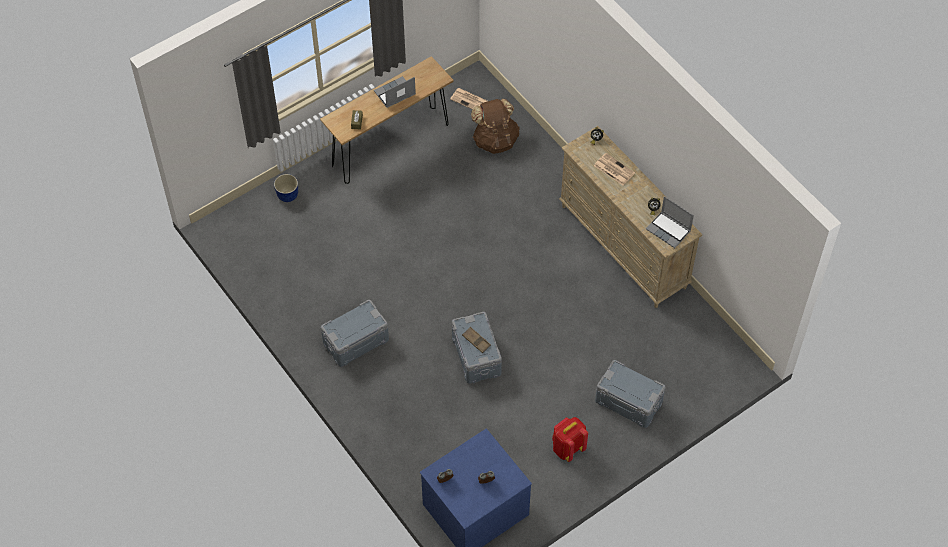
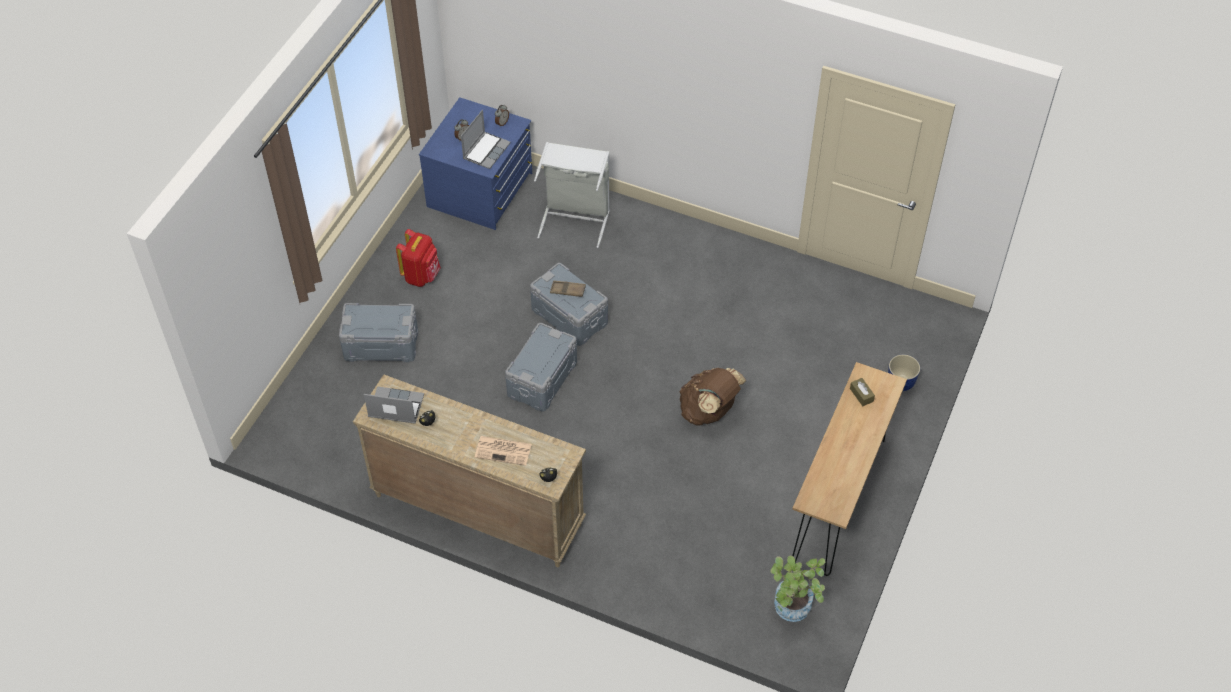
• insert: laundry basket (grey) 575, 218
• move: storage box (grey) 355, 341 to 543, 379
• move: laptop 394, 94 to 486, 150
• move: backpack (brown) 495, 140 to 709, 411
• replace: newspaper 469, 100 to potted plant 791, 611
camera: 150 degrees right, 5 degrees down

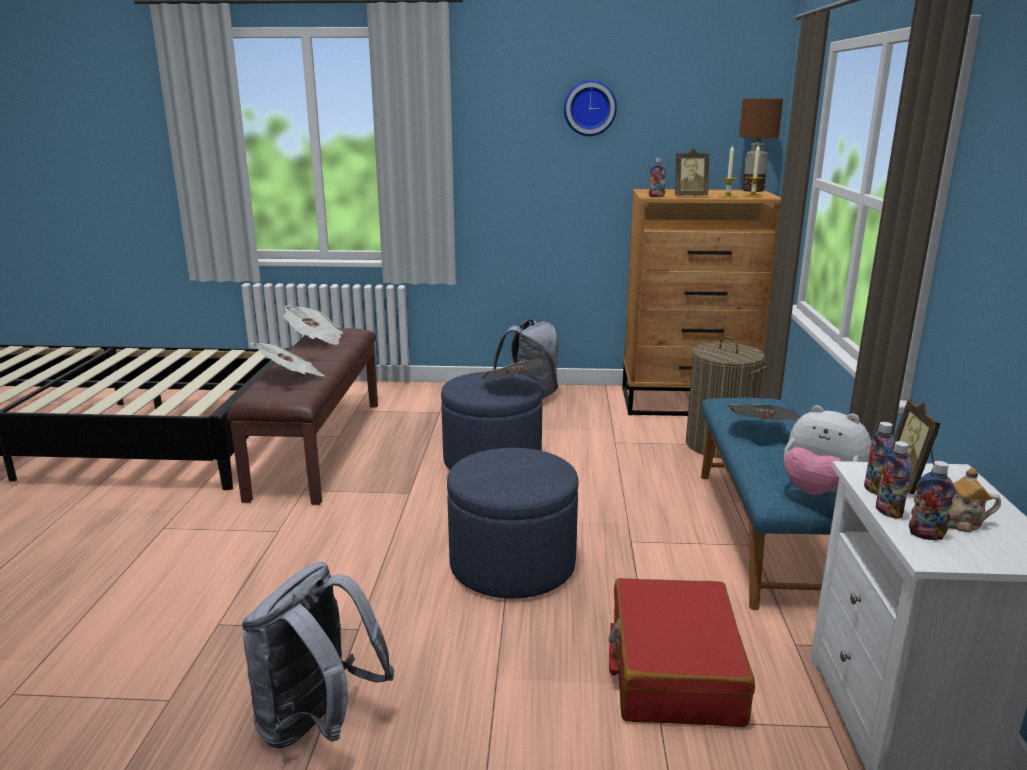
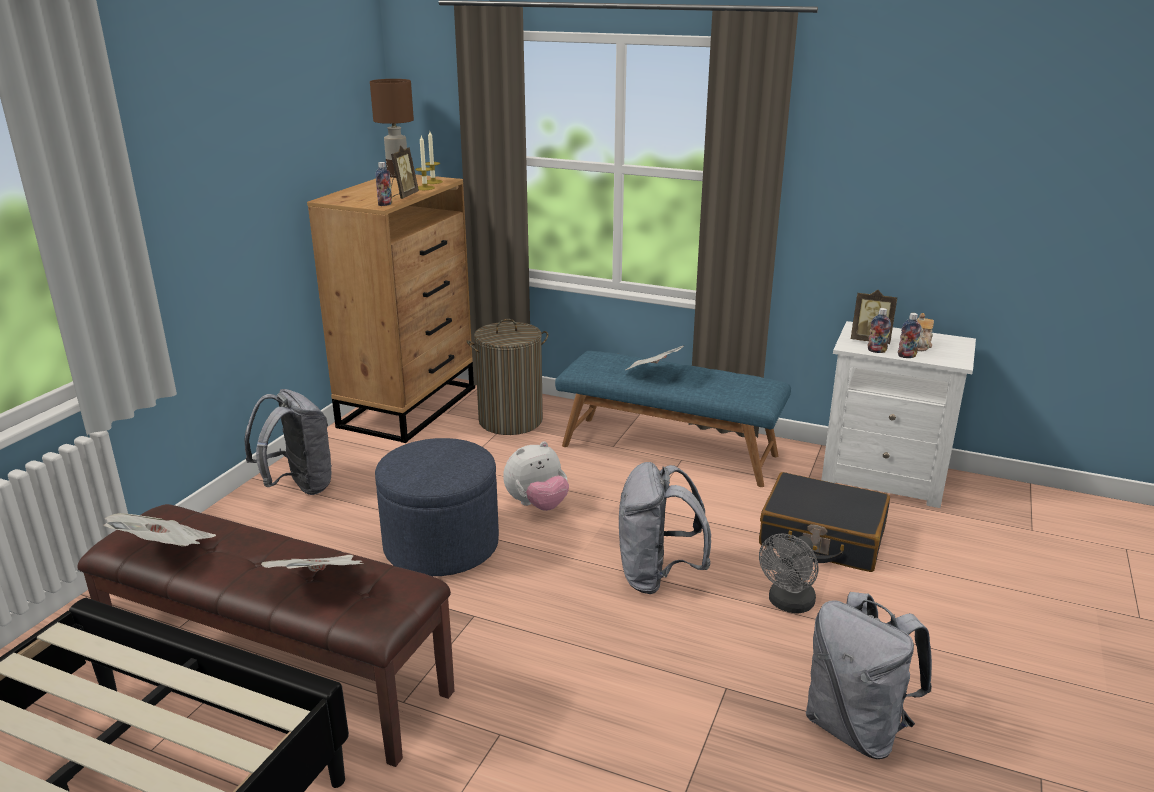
• delete: newspaper 511, 386
• delete: wall clock 590, 108
• delete: bottle 926, 535
• insert: fan (grey) 788, 604
• move: plush toy 819, 491 to 537, 505
• replace: ottoman (blue) 512, 565 to backpack (grey) 657, 576
• recolor: suitcase (red) 673, 669 to suitcase (black) 822, 537
camera: 70 degrees left, 5 degrees up

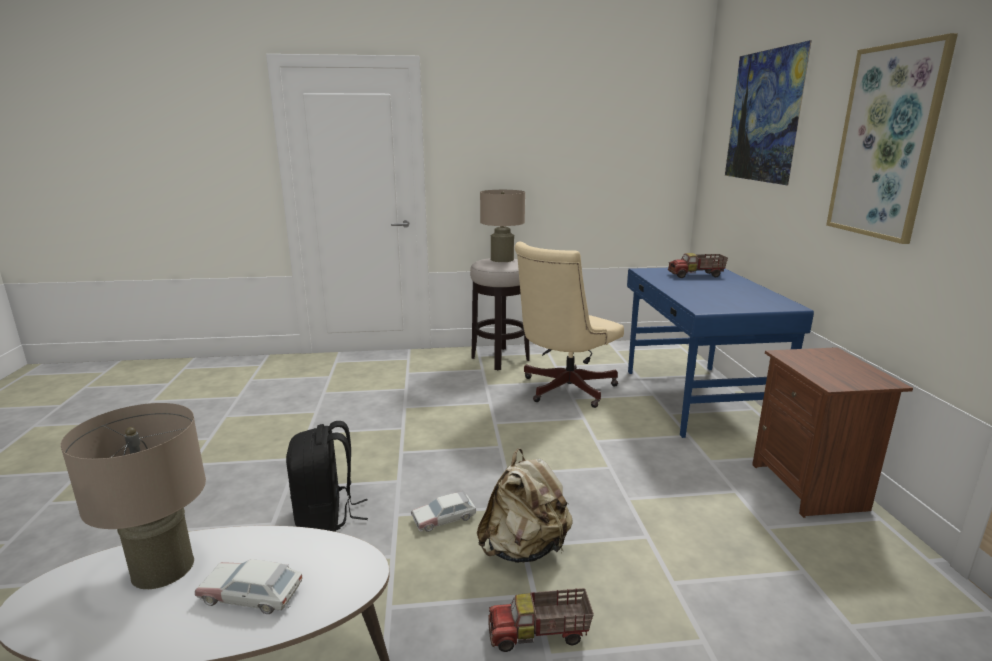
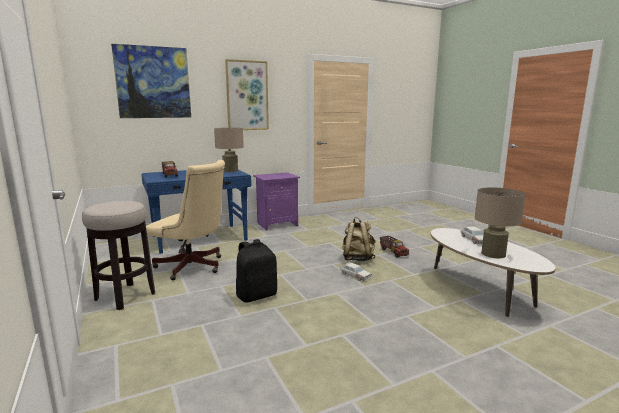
• move: backpack (black) 327, 517 to 256, 295
• move: table lamp (beige) 502, 259 to 230, 171
• recolor: nightstand (brown) 810, 487 to nightstand (purple) 276, 224
camera: 110 degrees left, 5 degrees down

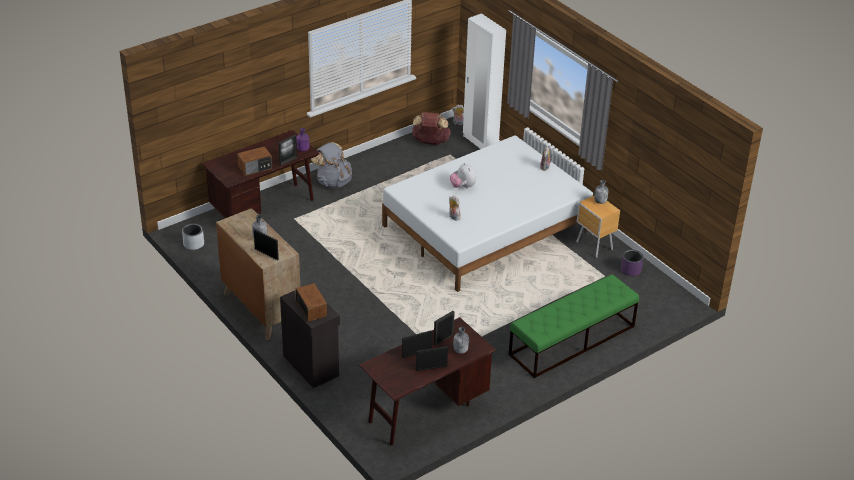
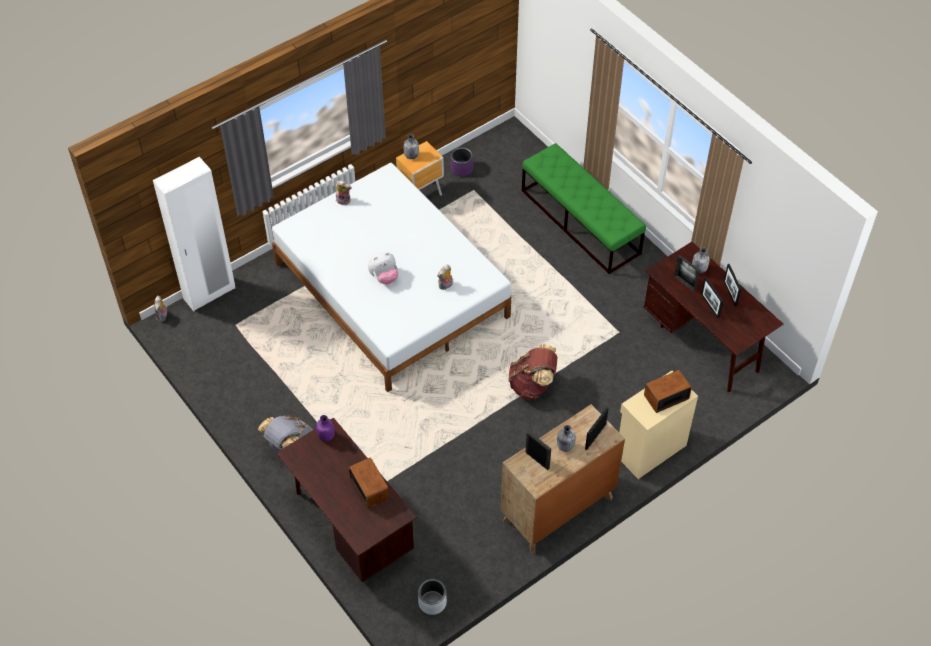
• move: picture frame 288, 161 to 537, 460
• move: backpack (brown) 430, 142 to 532, 385
• recolor: cabinet (black) 311, 365 to cabinet (beige) 649, 449
camera: 90 degrees left, 15 degrees up

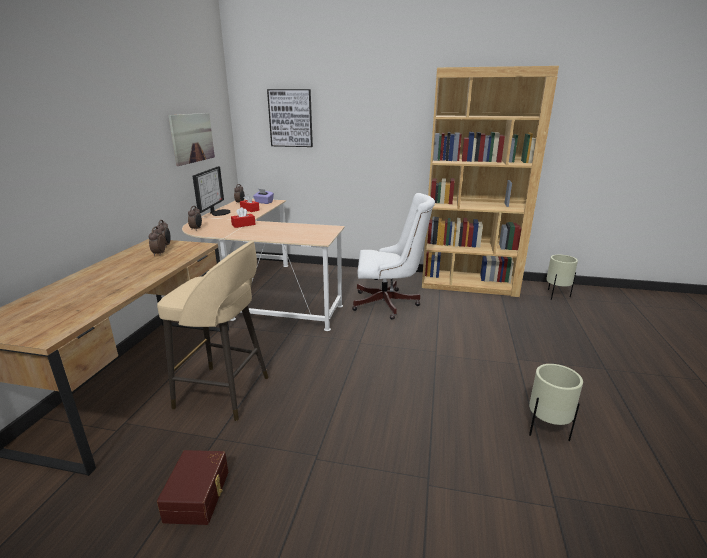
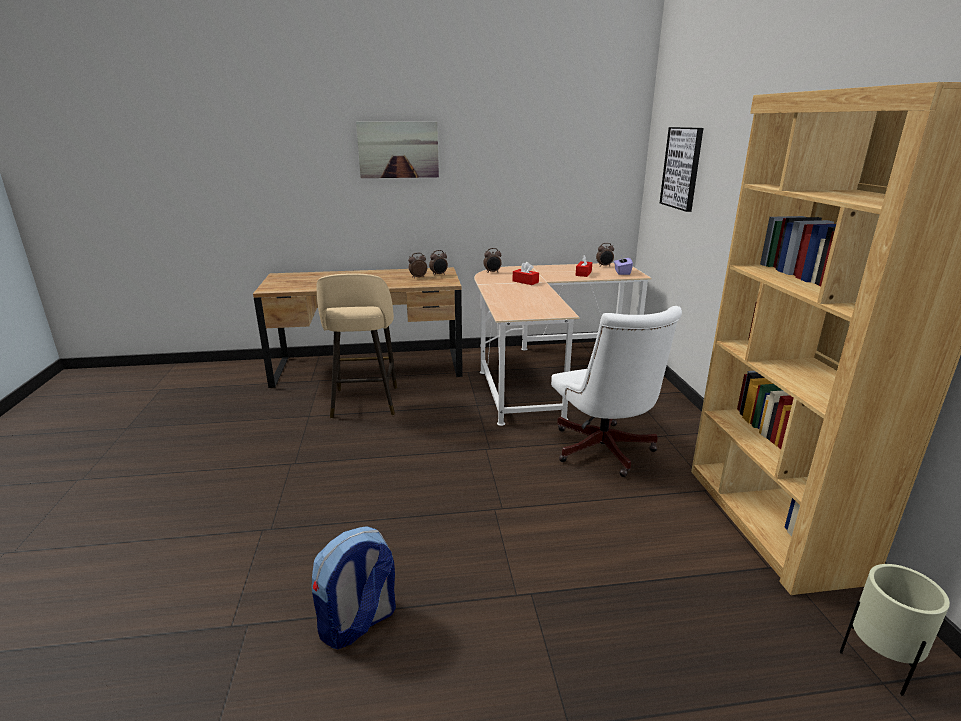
• delete: storage box (brown) 199, 495
• delete: monitor 218, 212
• move: picture 192, 138 to 398, 150
• replace: planter (beige) 546, 431 to backpack 358, 623
camera: 70 degrees right, 0 degrees up

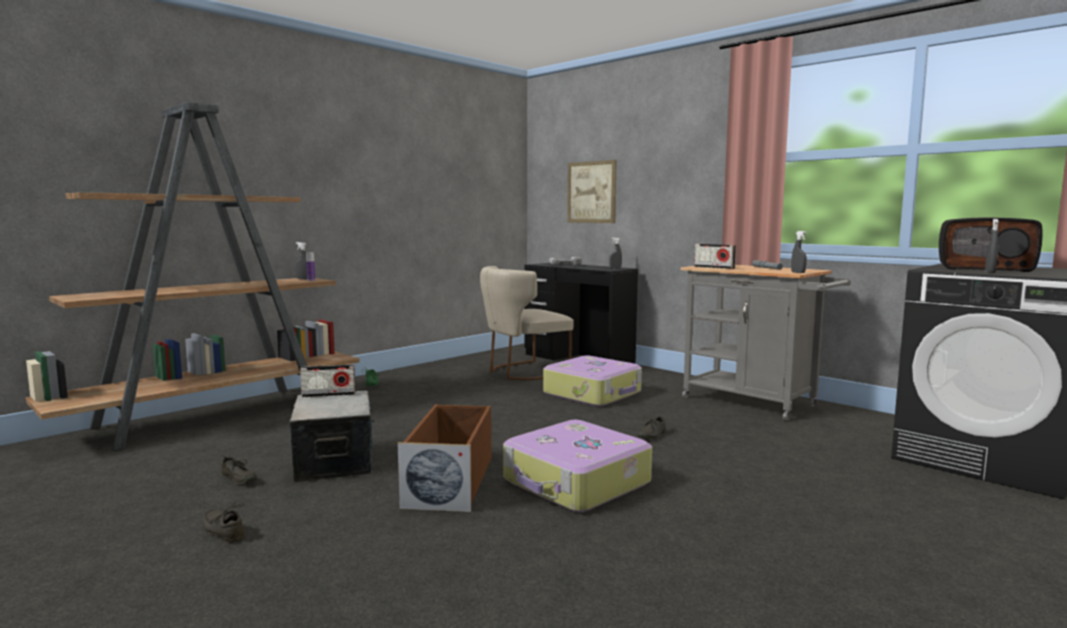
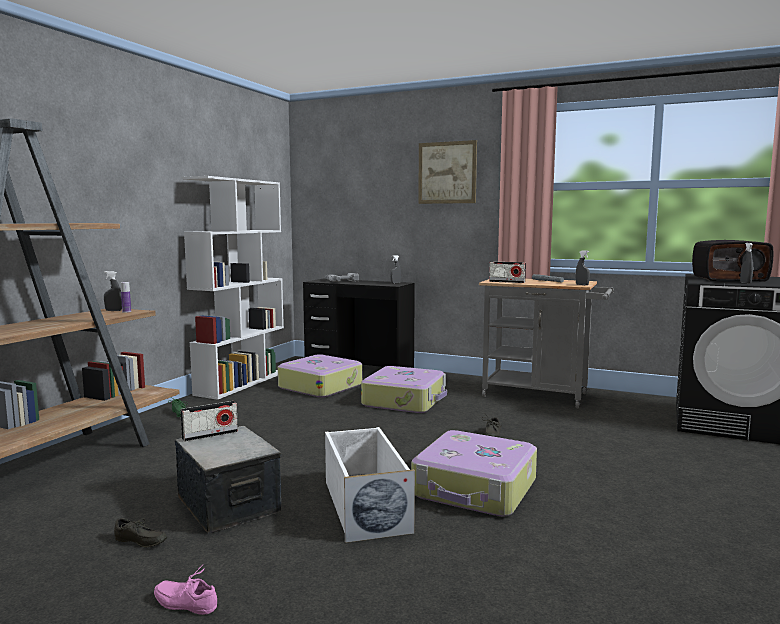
• insert: bookcase (white) 241, 383
• move: picture 591, 192 to 447, 172
• replace: chair (beige) 522, 372 to suitcase 321, 386
• recolor: shoe (grey) 225, 531 to shoe (pink) 187, 602
• recolor: storage box (brown) 450, 481 to storage box (white) 364, 505
camera: 20 degrees left, 0 degrees up

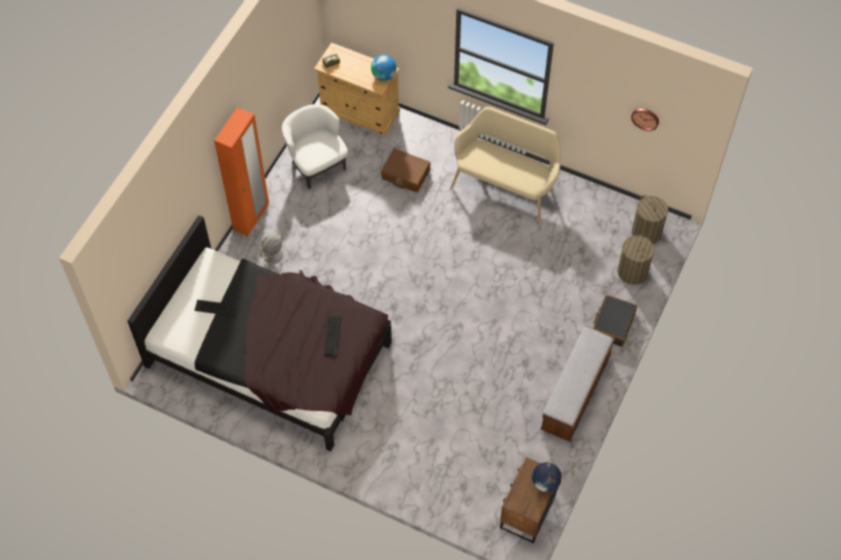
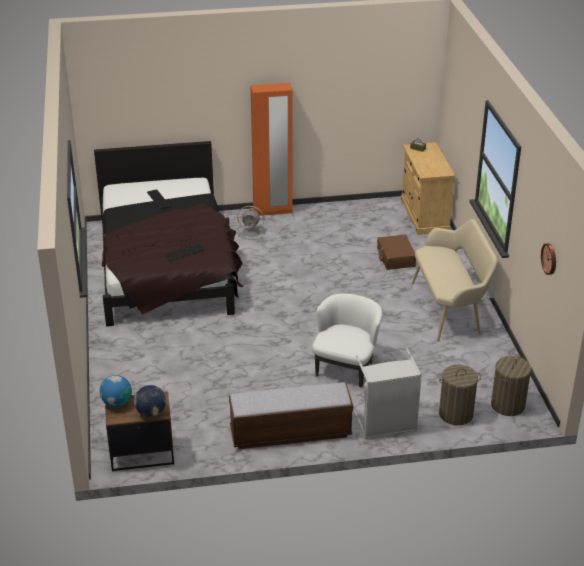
• move: armchair (white) 317, 165 to 346, 368
• move: globe 384, 75 to 117, 403
• replace: suitcase (black) 612, 324 to laundry basket (grey) 386, 425
camera: 55 degrees right, 25 degrees down

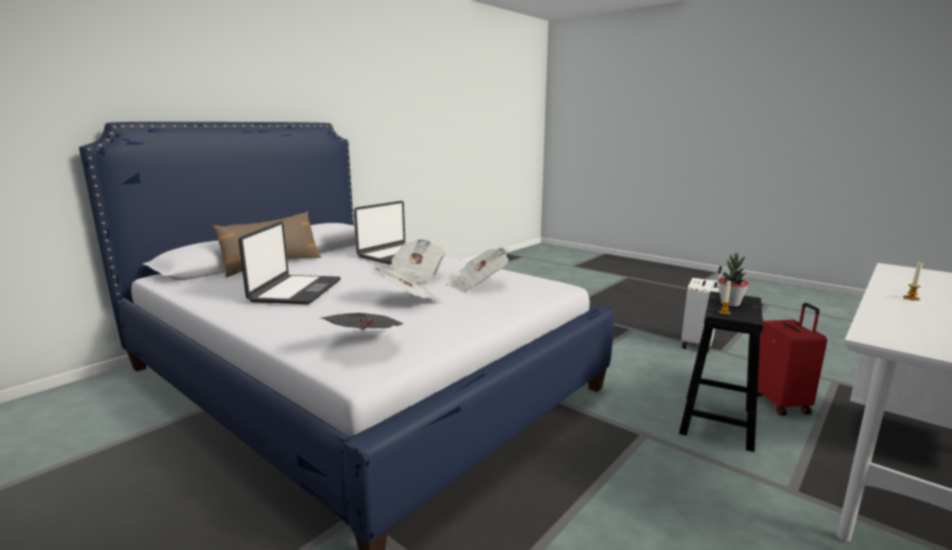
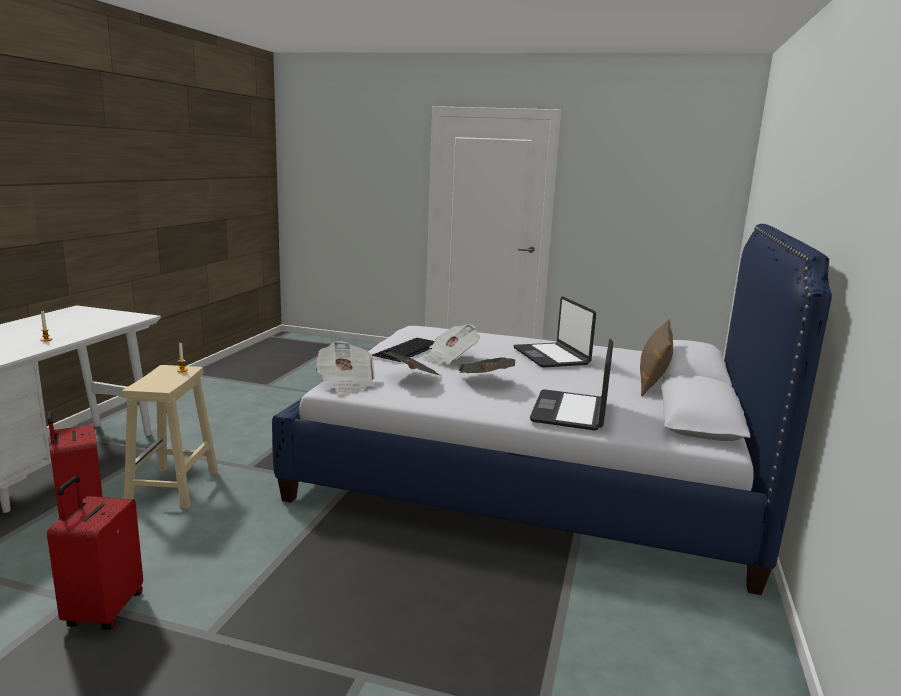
• delete: potted plant 730, 304
• insert: keyboard 408, 349
• move: newspaper 365, 342 to 346, 384
• recolor: stool (black) 717, 420 to stool (beige) 173, 488
• recolor: suitcase (white) 698, 344 to suitcase (red) 103, 610
camera: 155 degrees right, 0 degrees up

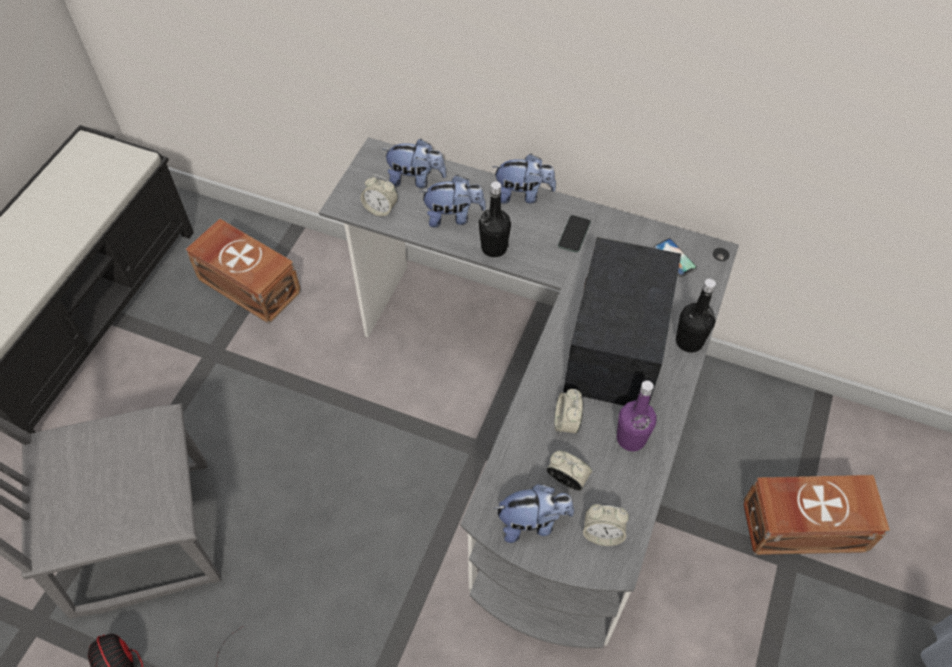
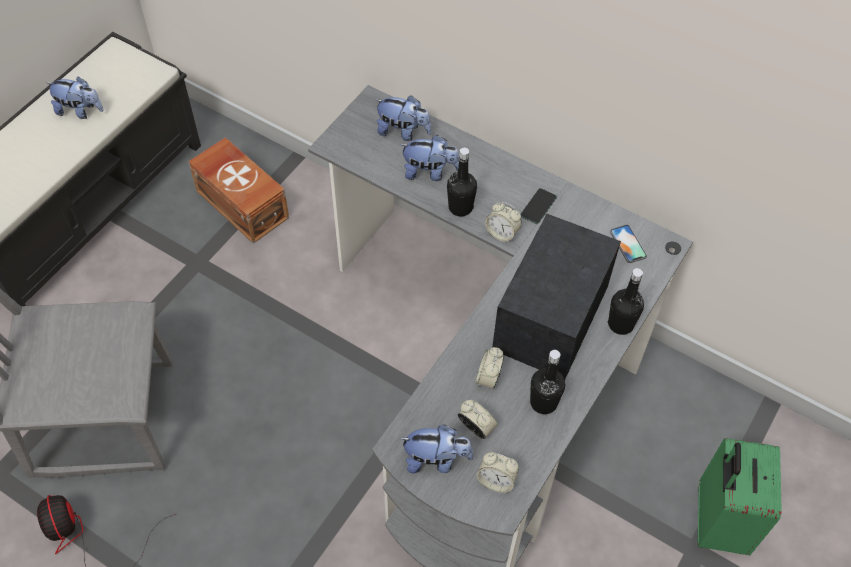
• move: alarm clock 381, 209 to 502, 233
• move: plush toy 523, 195 to 80, 111
• replace: storage box (brown) 802, 524 to suitcase (green) 717, 521
• recolor: bottle (purple) 631, 438 to bottle (black) 543, 402
camera: 10 degrees right, 0 degrees up

